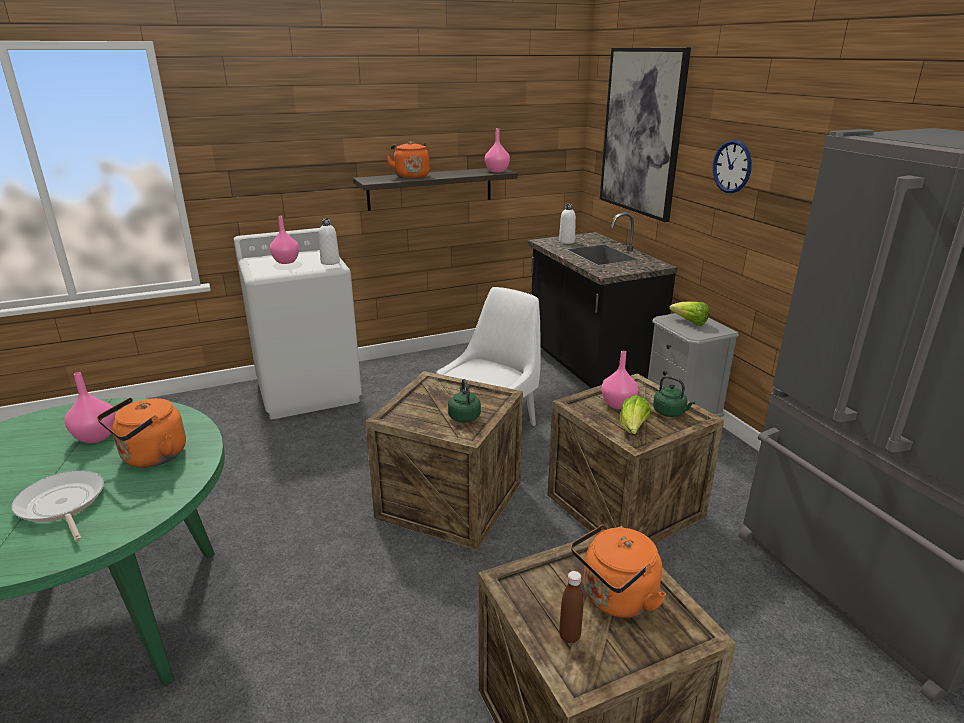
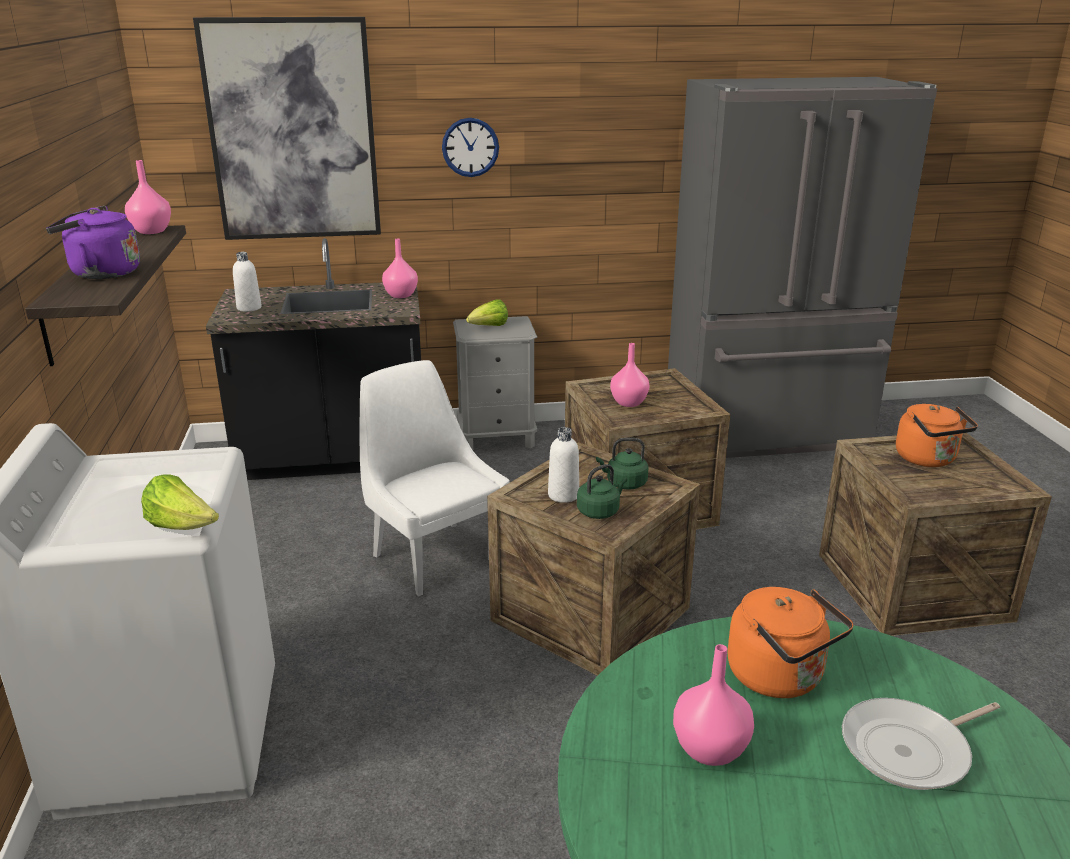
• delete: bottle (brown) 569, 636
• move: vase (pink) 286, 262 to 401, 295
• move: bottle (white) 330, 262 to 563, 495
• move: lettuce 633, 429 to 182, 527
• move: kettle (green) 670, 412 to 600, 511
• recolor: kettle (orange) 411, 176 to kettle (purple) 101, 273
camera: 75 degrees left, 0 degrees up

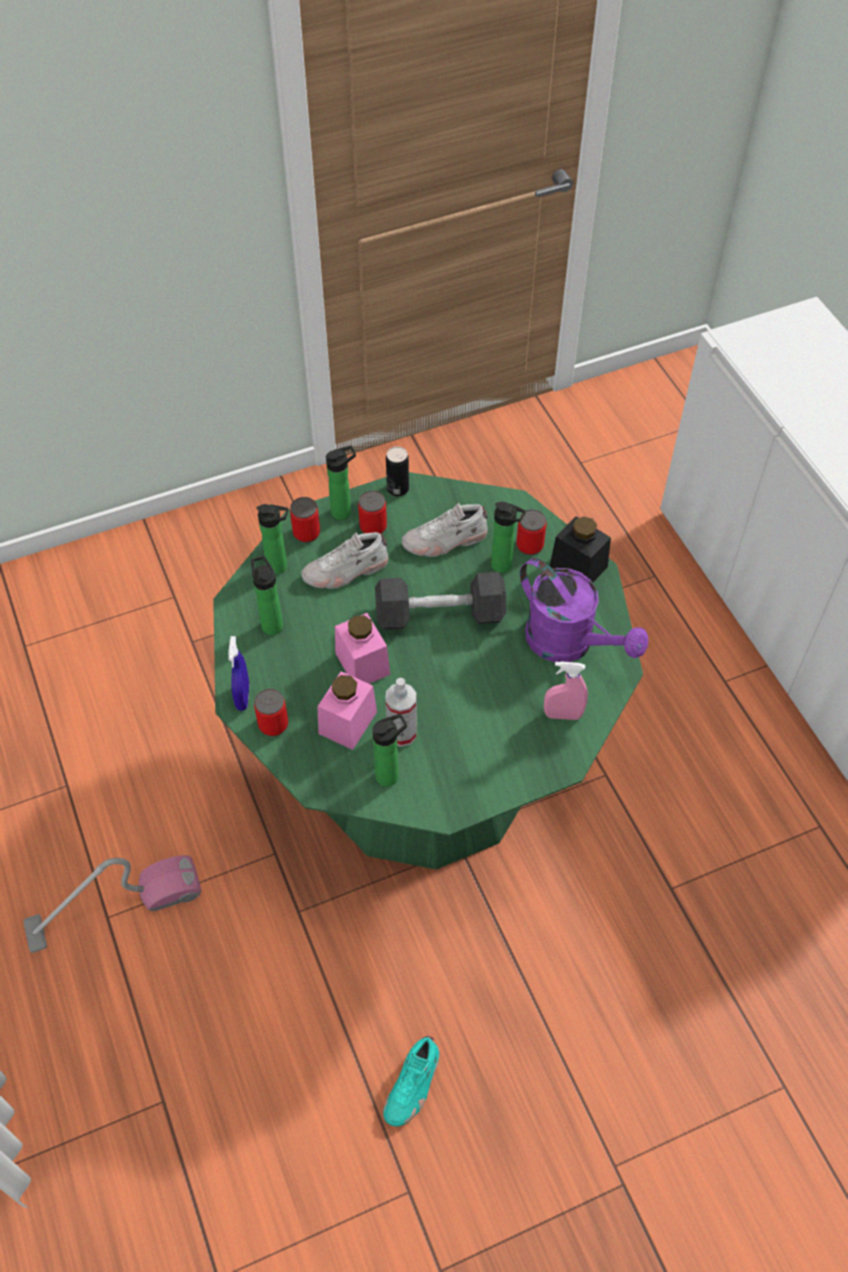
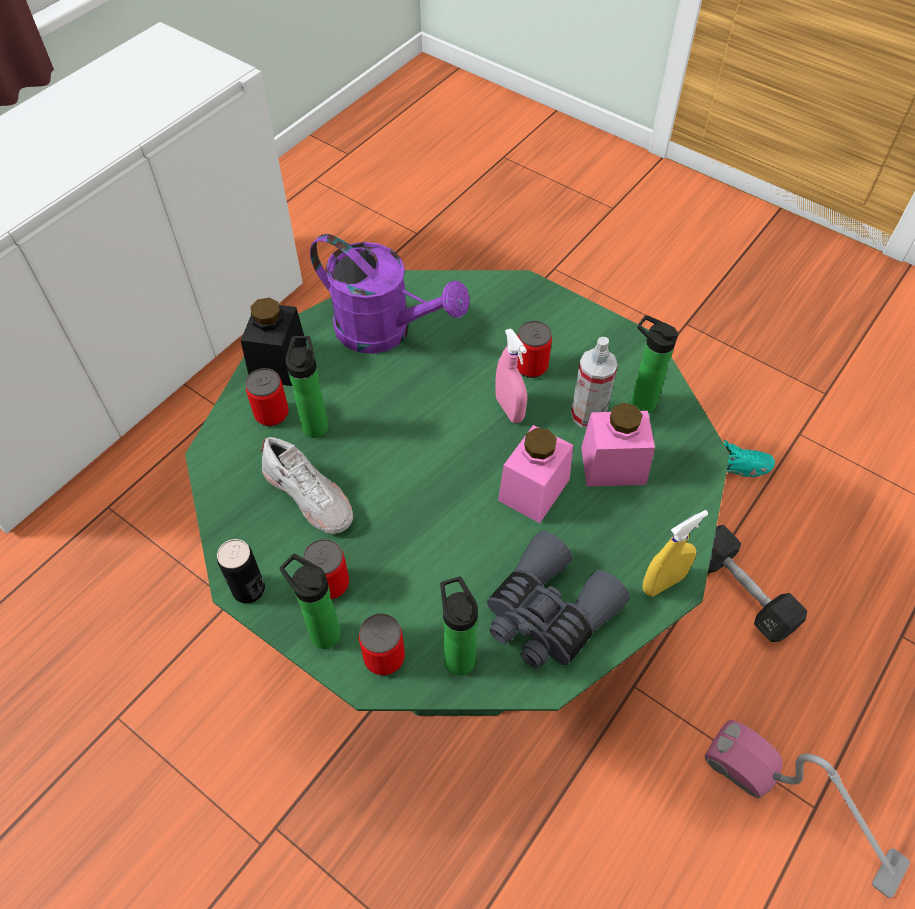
• delete: shoe (white) 346, 571
• move: can 273, 724 to 531, 366
• move: dumbbell (black) 440, 615 to 741, 592
• move: spray bottle (pink) 563, 715 to 509, 409
• replace: bottle 271, 623 to binoculars (grey) 547, 614
• recolor: spray bottle (blue) 243, 697 to spray bottle (yellow) 663, 583
• rotate: watering can (purple) 569, 643 = 385, 331 105 degrees clockwise
camera: 120 degrees left, 0 degrees up

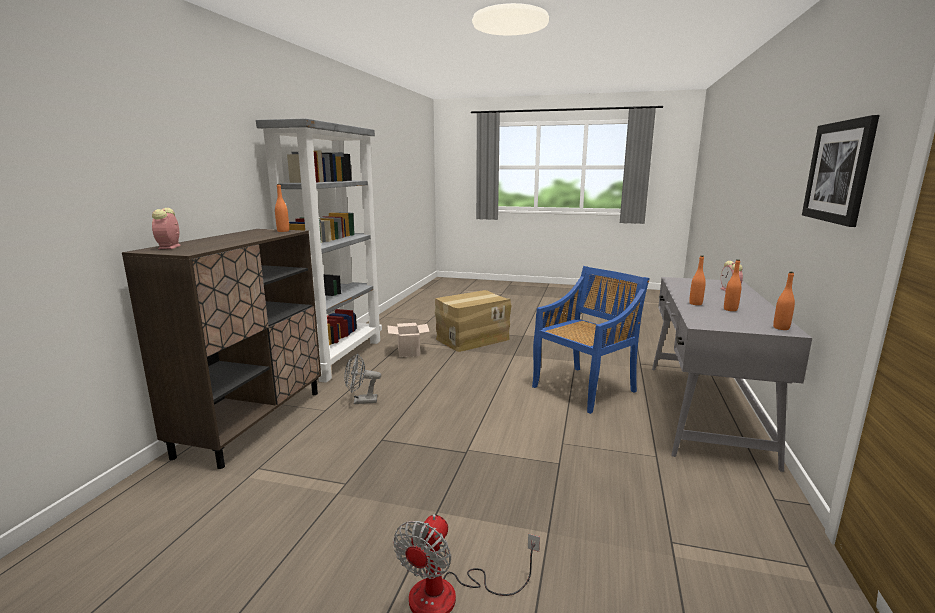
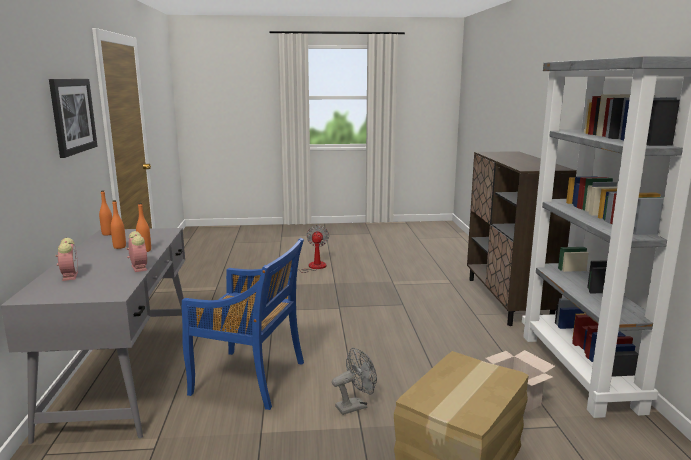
• delete: bottle (orange) 283, 231
• move: alarm clock 169, 247 to 138, 267
• move: fan (grey) 361, 401 to 355, 406
• rotate: chair (blue) 584, 388 = 250, 379 105 degrees counterclockwise
camera: 160 degrees right, 0 degrees up

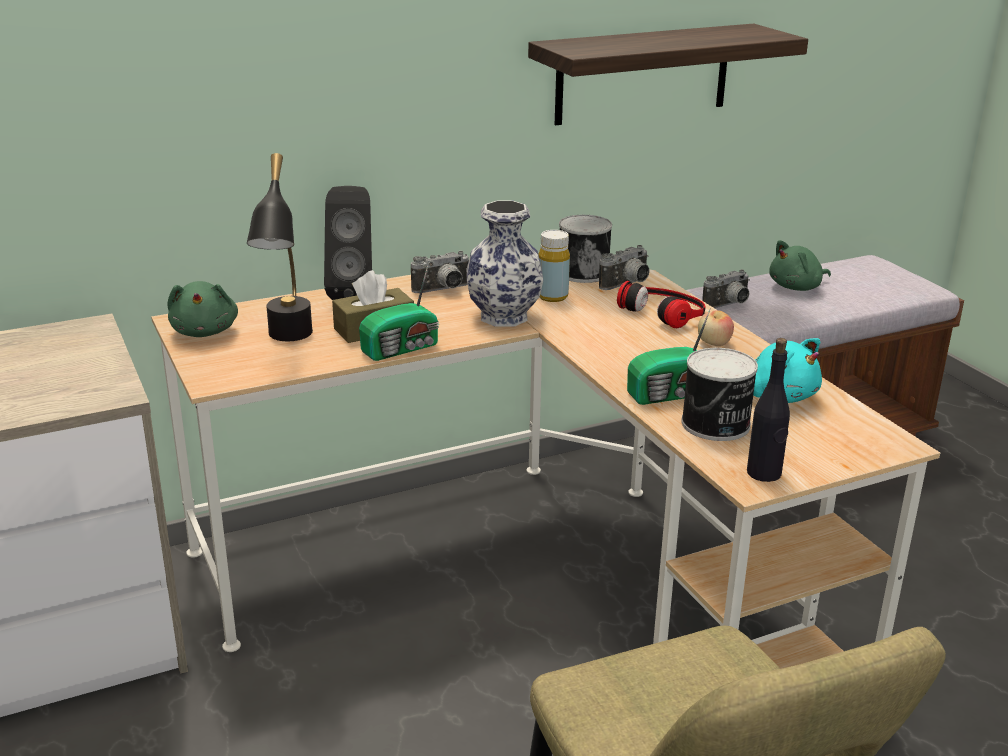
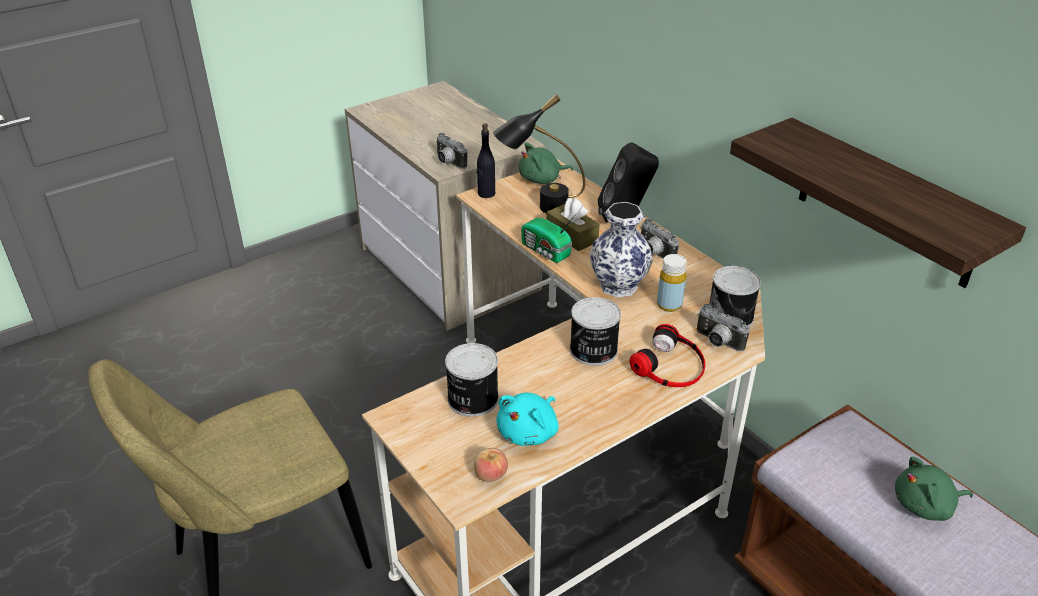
• delete: radio 672, 394
• insert: can 593, 350
• move: apple 714, 343 to 490, 475
• move: photo camera 729, 305 to 448, 162
• move: bottle (black) 764, 473 to 486, 194
• rotate: plush toy (green) 797, 287 = 925, 506 60 degrees counterclockwise
camera: 80 degrees right, 10 degrees up

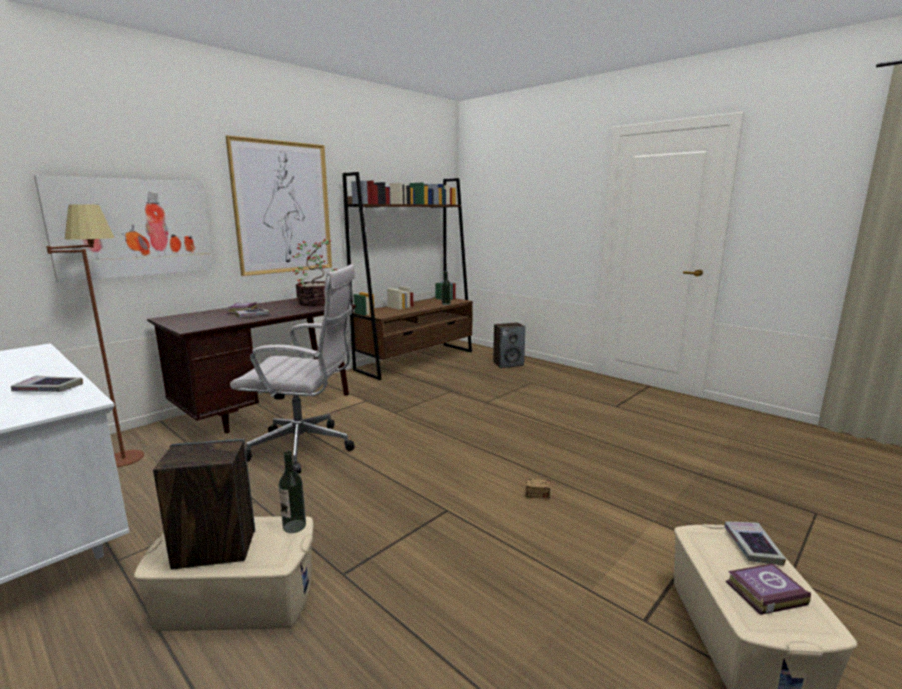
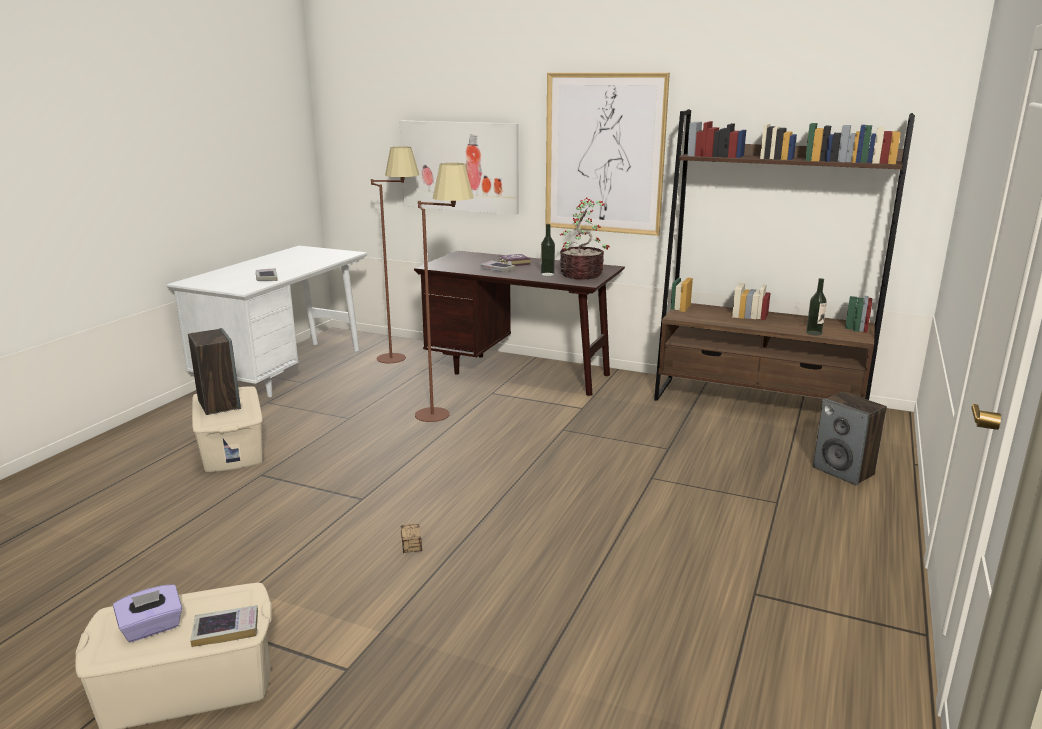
• move: bottle 294, 526 to 547, 274
• replace: office chair (white) 306, 448 to floor lamp (brown) 446, 411
• replace: book 763, 592 to tissue box (purple) 152, 628
camera: 70 degrees right, 5 degrees up

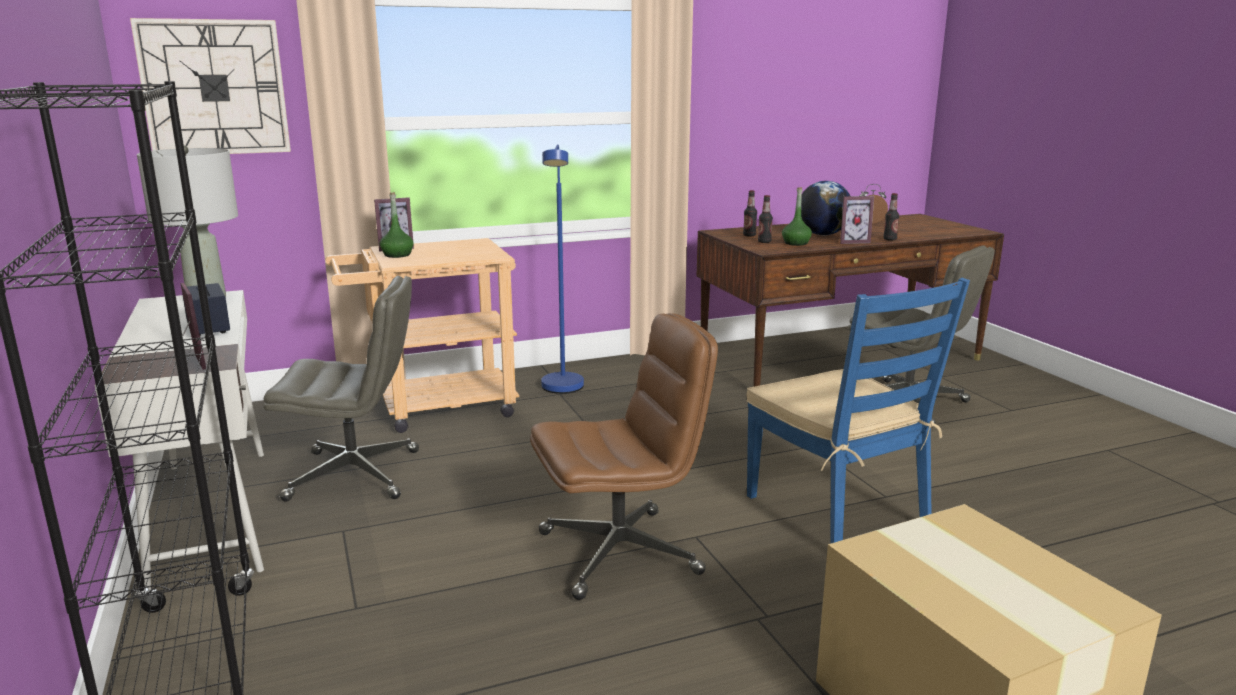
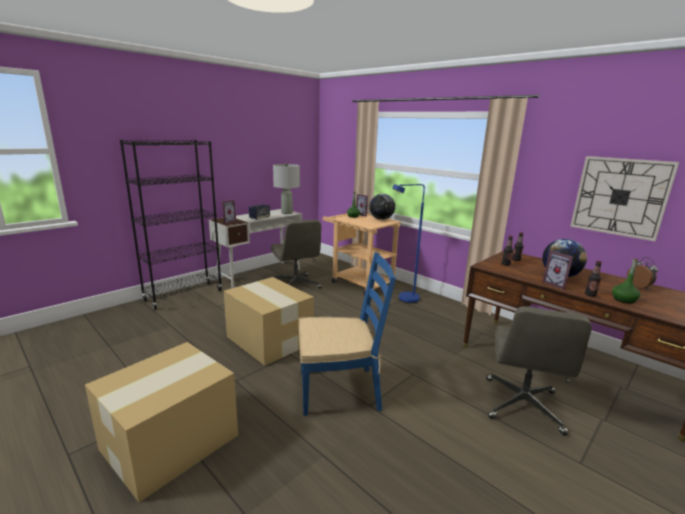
• insert: globe 381, 219
• move: wall clock 214, 88 to 620, 197
• move: bottle (green) 795, 243 to 623, 300
• replace: office chair (brown) 621, 552 to cardboard box 269, 340
• rotate: chair (blue) 837, 511 = 340, 390 135 degrees counterclockwise
camera: 65 degrees right, 0 degrees up

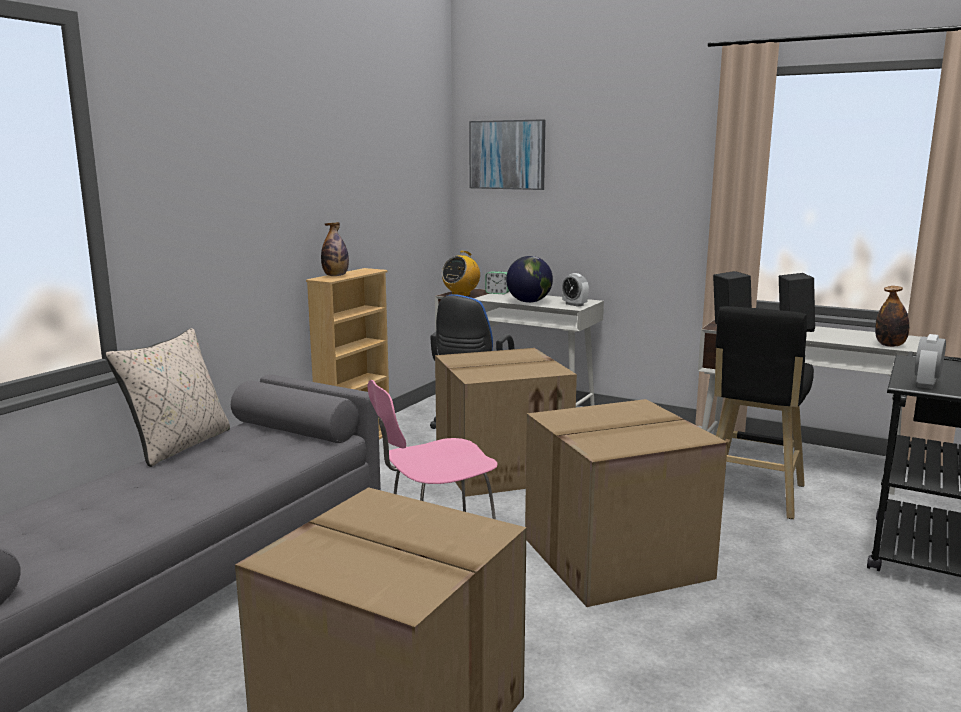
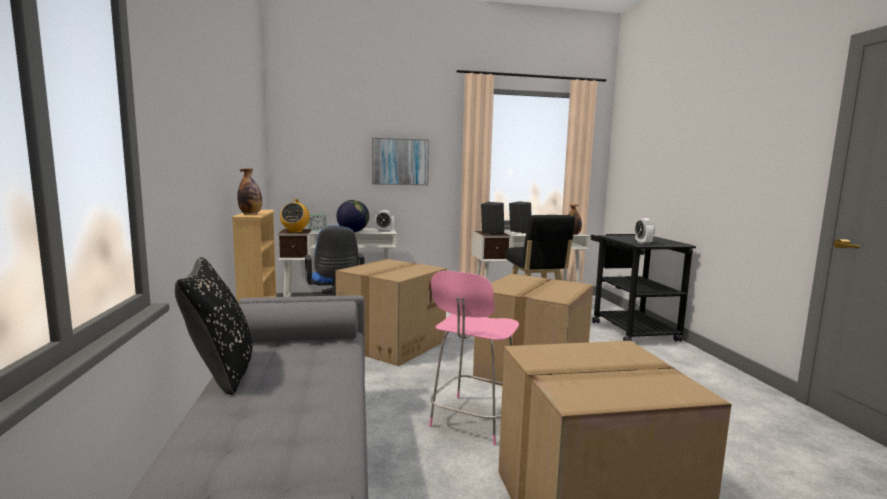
• move: picture 507, 155 to 400, 162
• recolor: pillow (beige) 179, 445 to pillow (black) 221, 372
camera: 40 degrees left, 5 degrees down

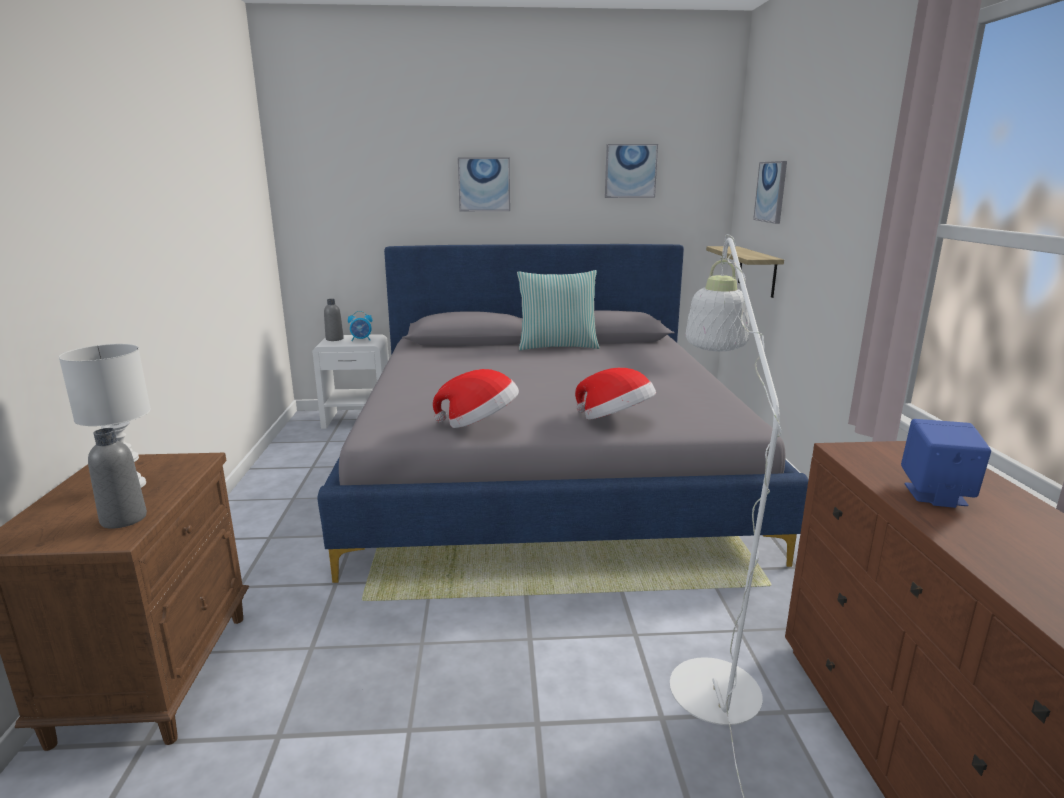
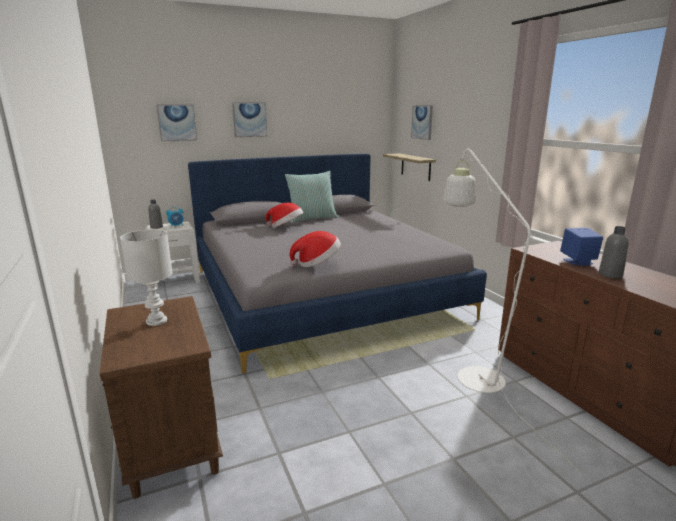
• move: bottle (grey) 123, 519 to 610, 275
• move: hat 615, 420 to 286, 227
• move: picture 630, 171 to 177, 122
camera: 20 degrees left, 0 degrees up

